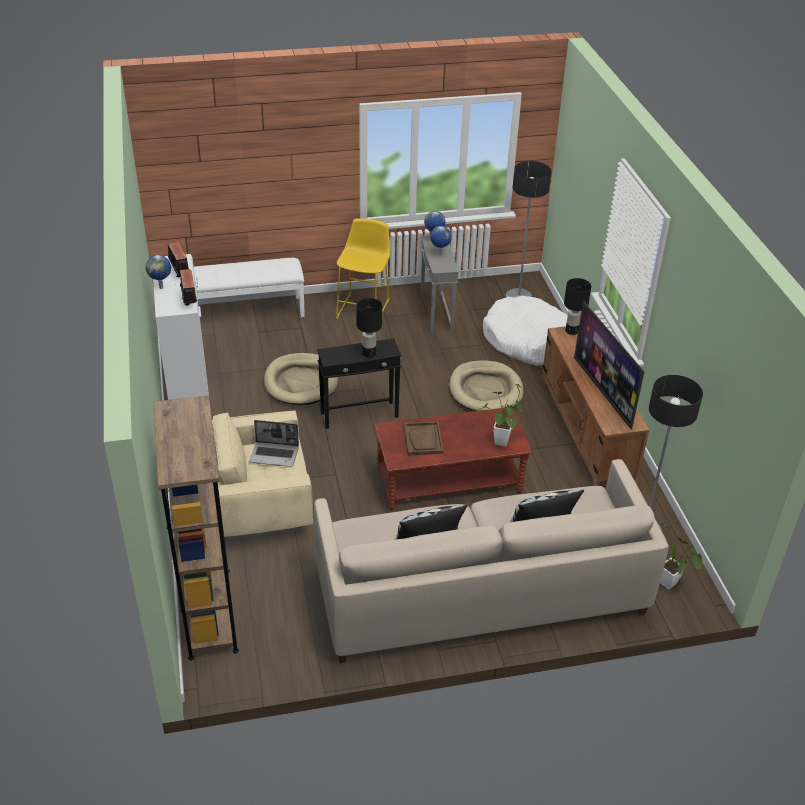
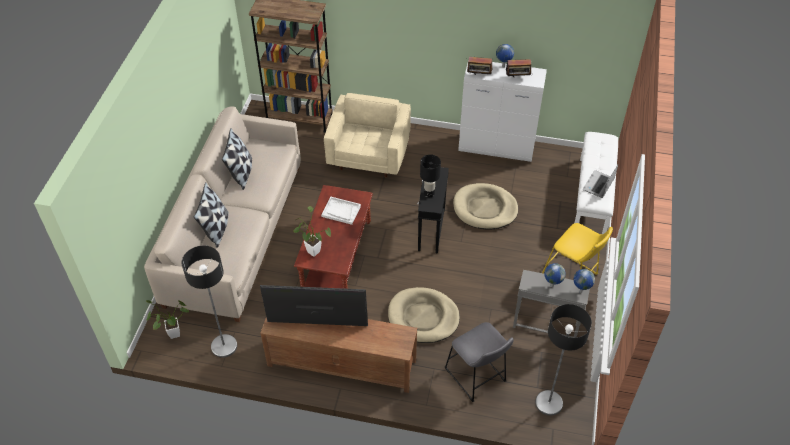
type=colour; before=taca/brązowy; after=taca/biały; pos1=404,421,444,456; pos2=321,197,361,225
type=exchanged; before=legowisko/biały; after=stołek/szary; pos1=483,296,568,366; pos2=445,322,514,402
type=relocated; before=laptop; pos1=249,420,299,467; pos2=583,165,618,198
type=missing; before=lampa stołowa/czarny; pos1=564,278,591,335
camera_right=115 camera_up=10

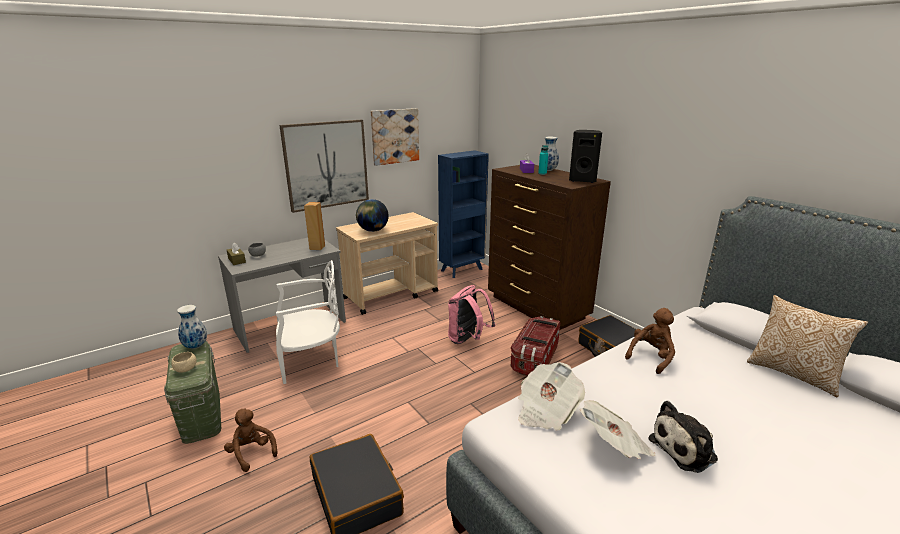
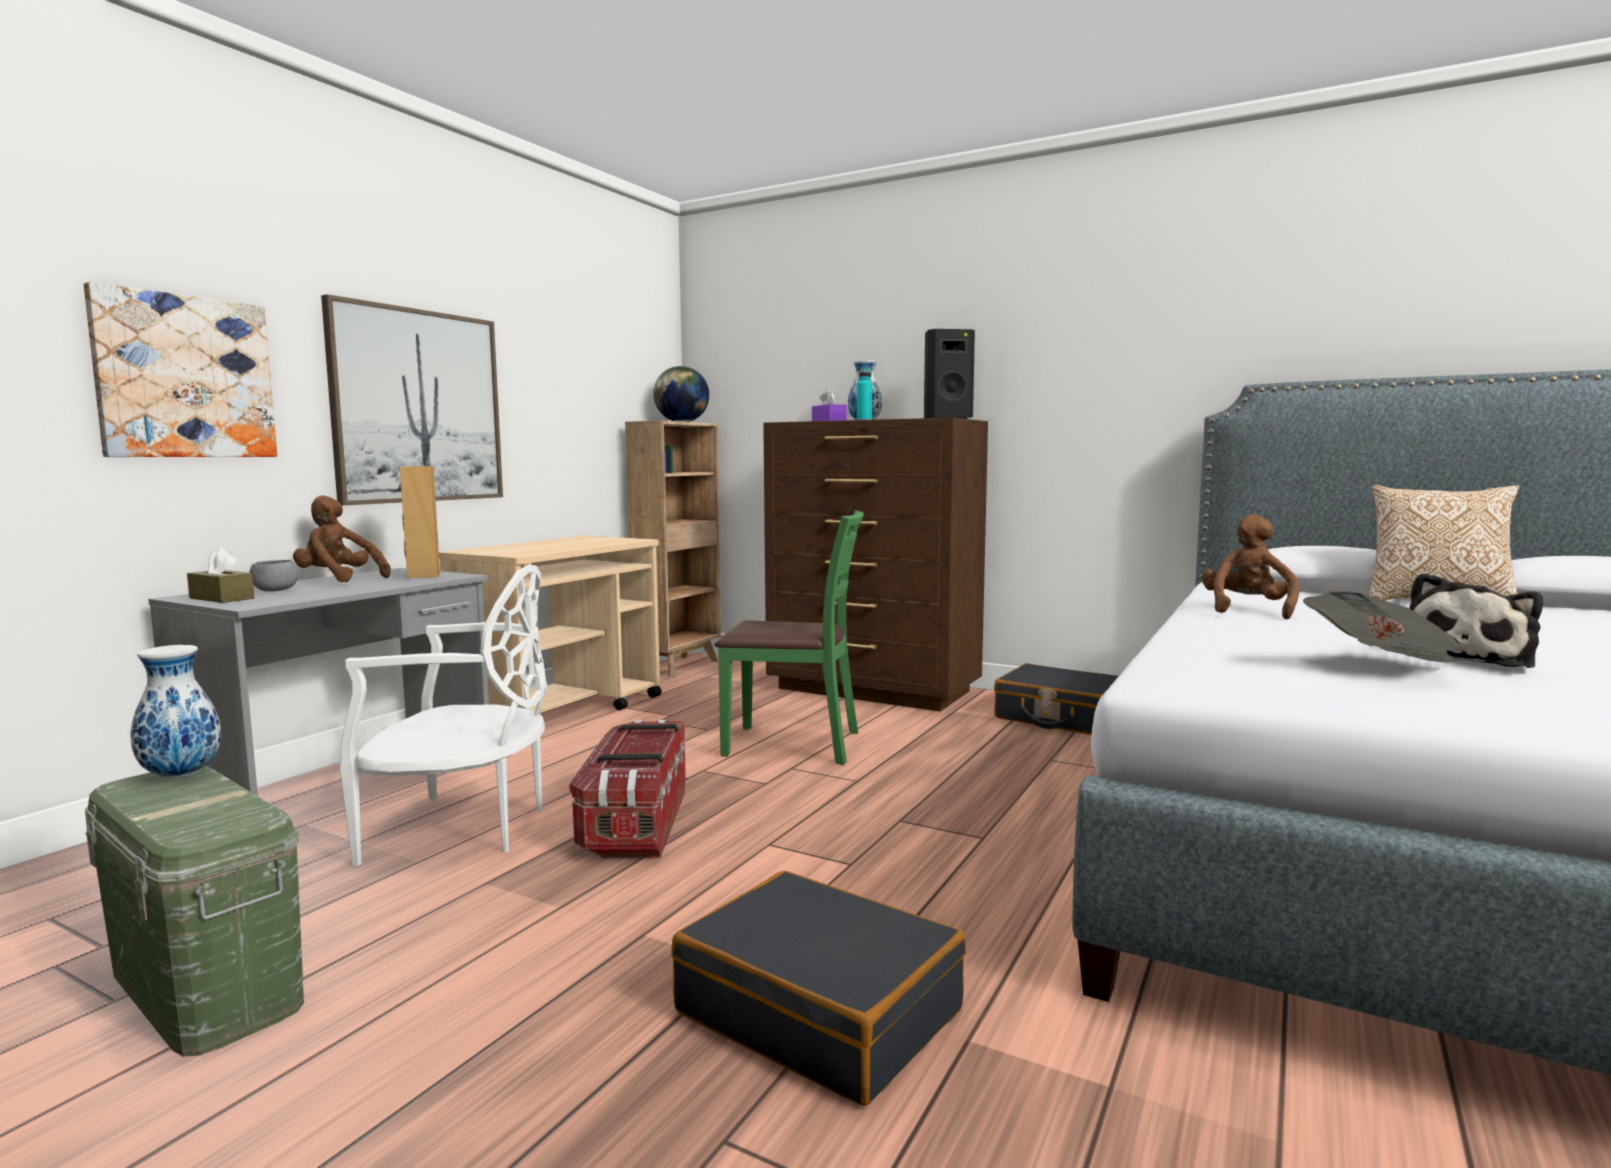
type=relocated; before=obraz; pos1=371,108,419,166; pos2=84,282,277,457
type=relocated; before=pluszak/brązowy; pos1=224,409,277,472; pos2=293,495,391,582
type=spun; before=krzesło/biały; pos1=276,260,340,384; pos2=340,565,547,866; turn=45
type=relocated; before=pojemnik do przechowywania; pos1=511,316,560,376; pos2=569,720,686,858
type=colour; before=regał/niebieski; after=regał/brązowy; pos1=438,150,489,278; pos2=625,421,721,677
type=relocated; before=globus; pos1=356,199,389,232; pos2=653,366,709,422
type=exchanged; before=plecak/różowy; after=krzesło/zielony; pos1=448,285,495,344; pos2=715,510,864,765
type=missing; before=miska/beżowy; pos1=171,352,197,372
type=missing; before=gazeta; pos1=518,362,585,431
camera_right=-25 camera_up=-15

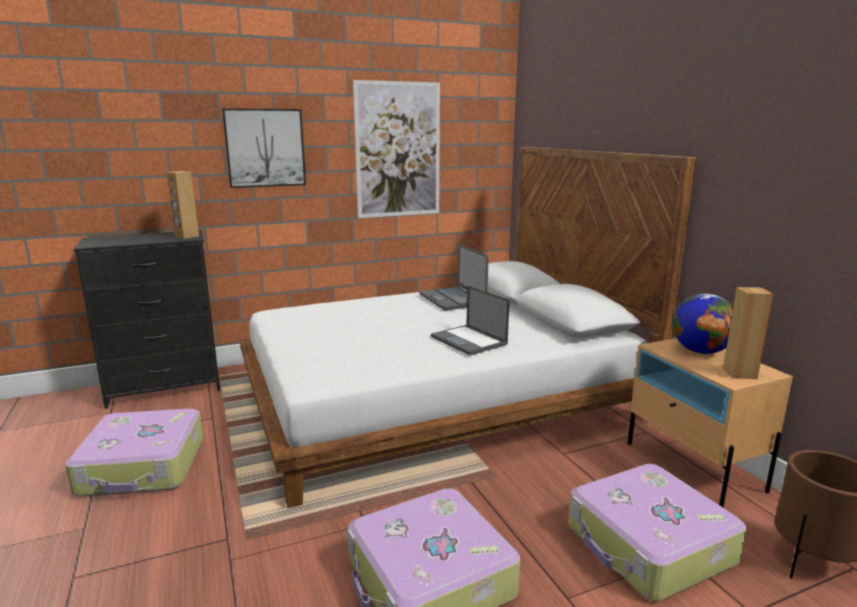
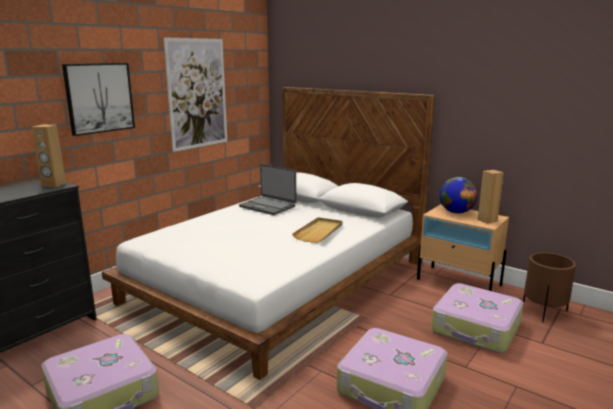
type=exchanged; before=laptop; after=taca/beżowy; pos1=431,286,510,356; pos2=292,217,342,243
camera_right=-30 camera_up=0

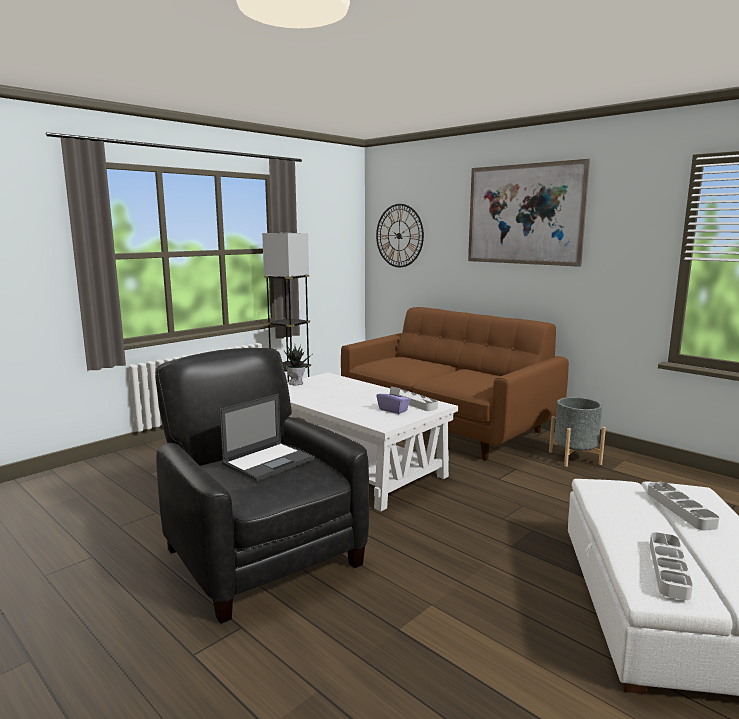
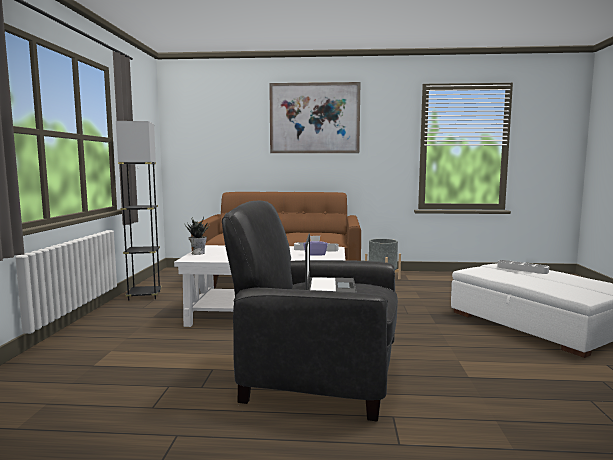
type=missing; before=zegar ścienny; pos1=376,204,424,267
type=missing; before=taca/szary; pos1=650,532,693,600
camera_right=-40 camera_up=-5

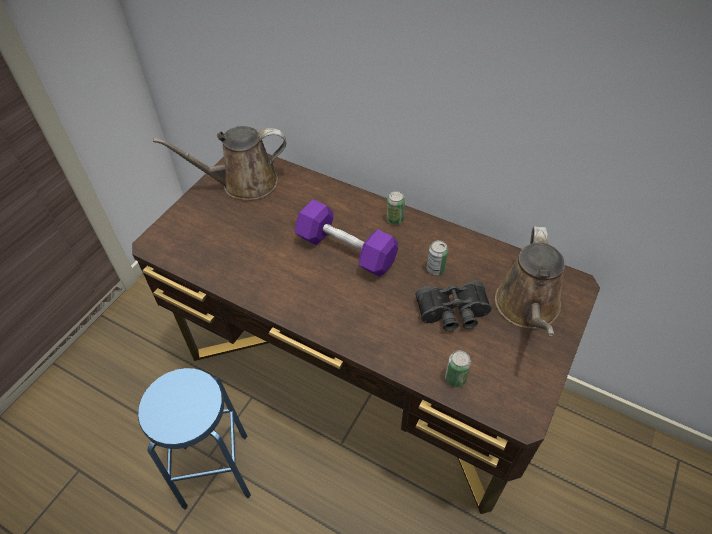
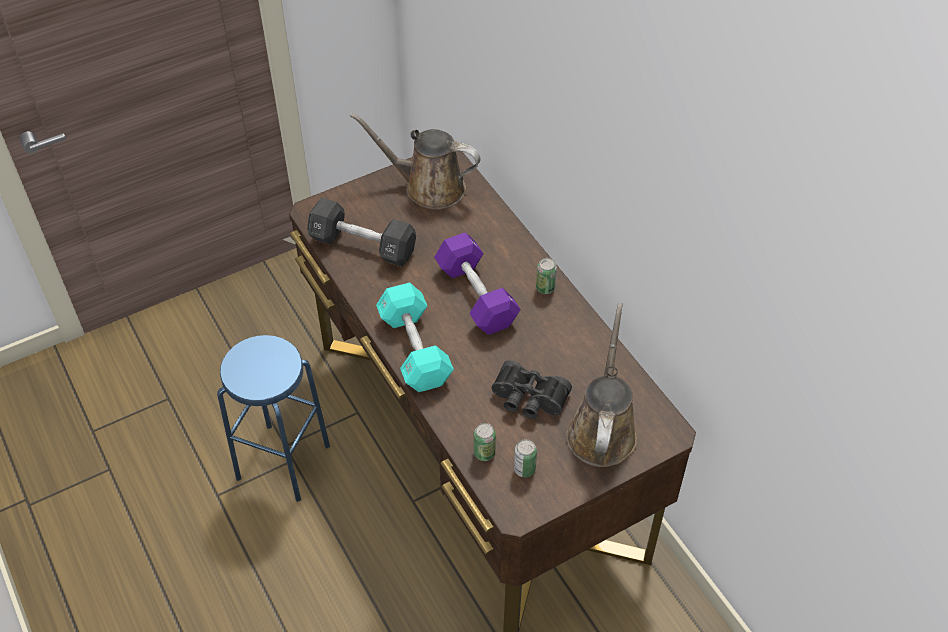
type=appeared; after=hantel/czarny; pos2=307,198,416,267
type=appeared; after=hantel/turkusowy; pos2=376,283,454,392
type=relocated; before=puszka; pos1=427,240,448,275; pos2=514,439,537,477
type=spun; before=konewka/brązowy; pos1=495,226,565,337; pos2=566,303,637,467; turn=150
camera_right=30 camera_up=0

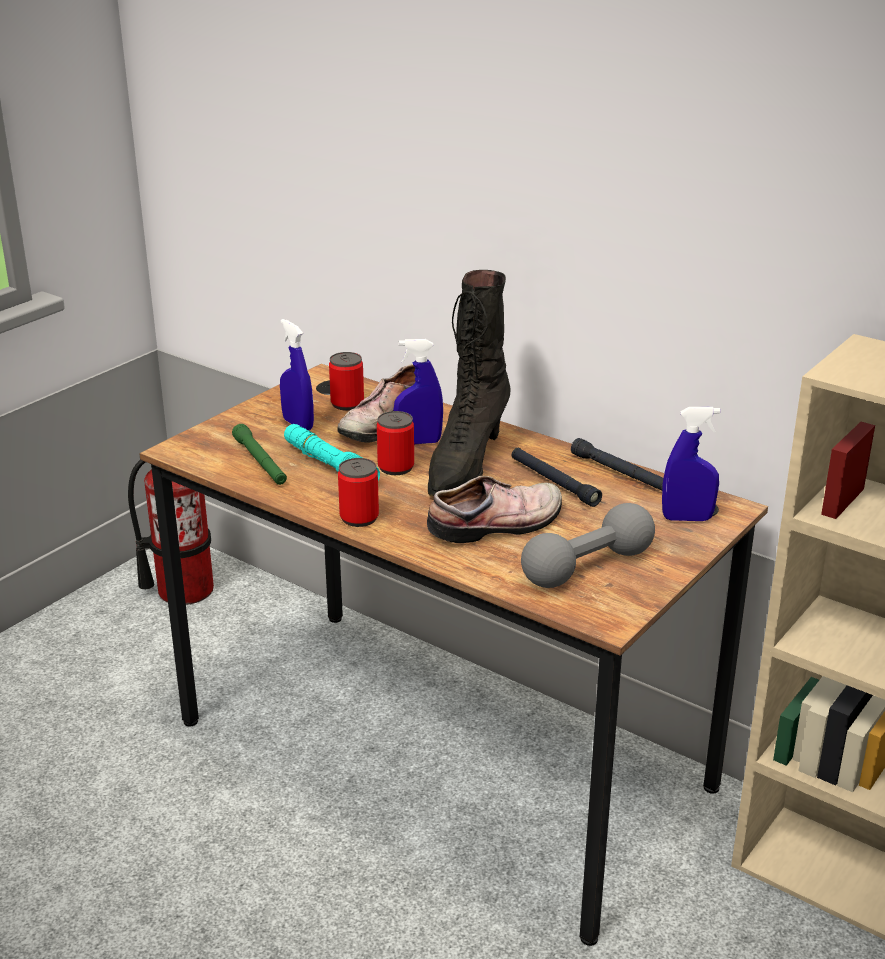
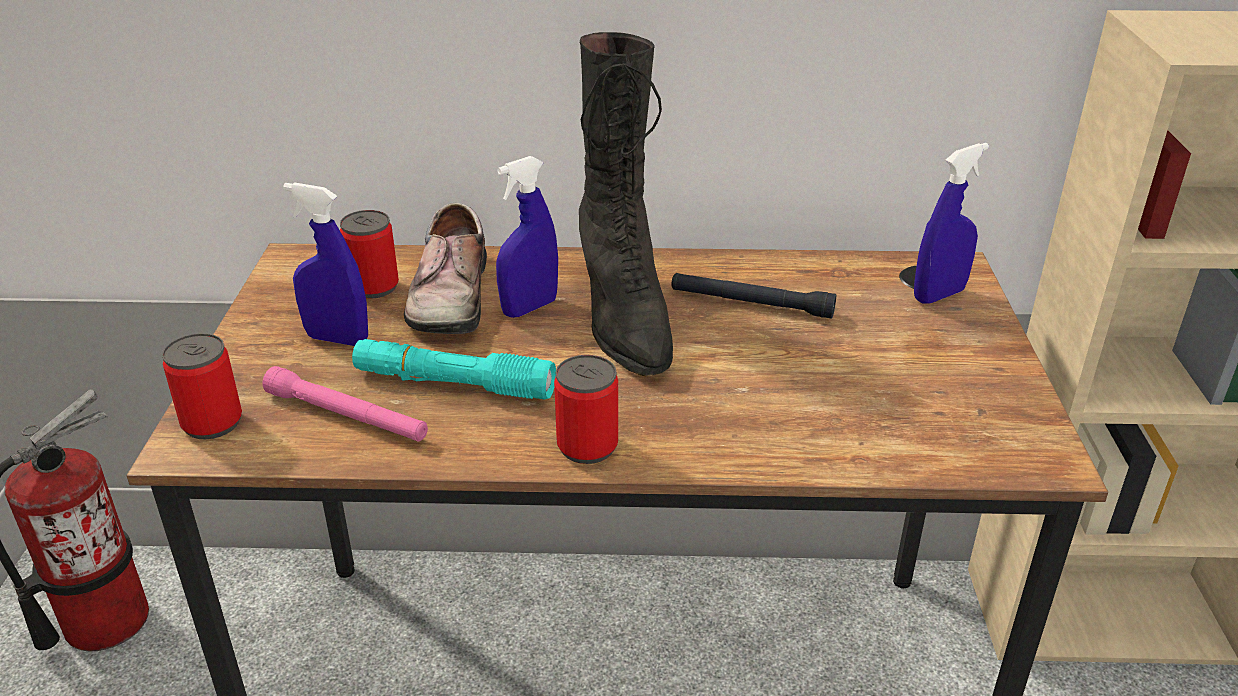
type=relocated; before=puszka; pos1=377,411,414,475; pos2=162,333,242,439
type=colour; before=latarka/zielony; after=latarka/różowy; pos1=232,424,287,485; pos2=262,366,428,441
type=missing; before=but; pos1=427,476,562,543
type=missing; before=hantel/szary; pos1=521,503,655,588
type=missing; before=latarka/czarny; pos1=571,438,663,491
camera_right=-35 camera_up=5

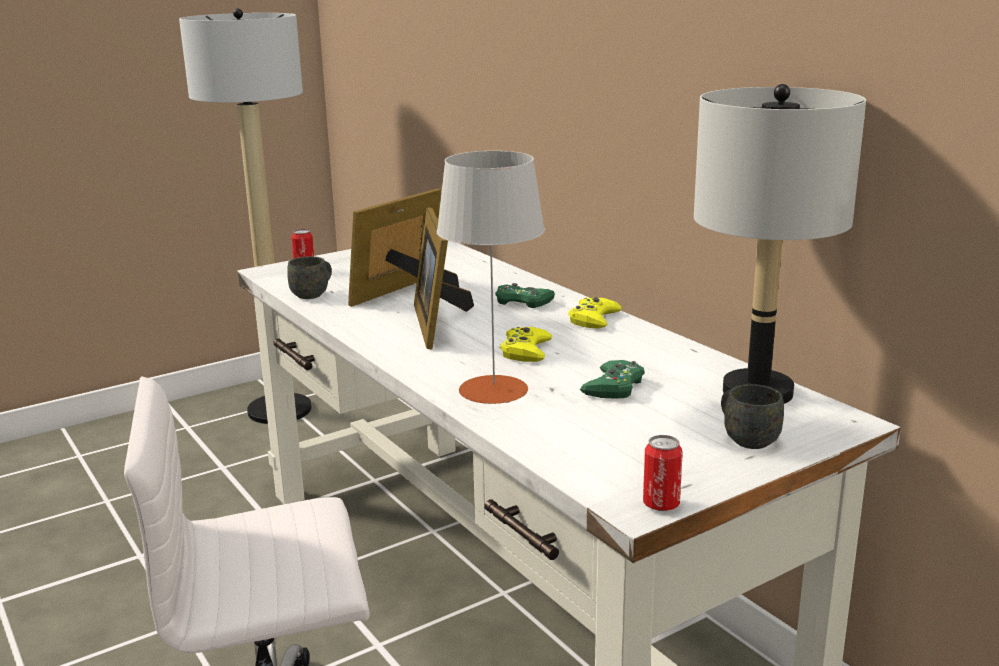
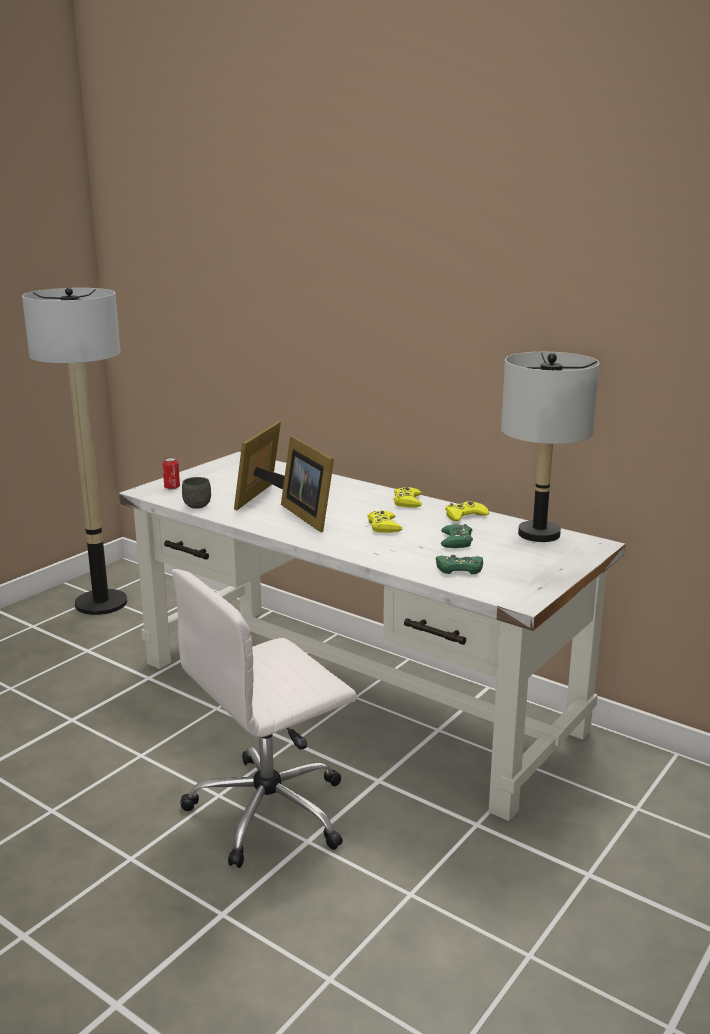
type=relocated; before=pad do gier/zielony; pos1=495,283,555,308; pos2=436,555,483,574
type=appeared; after=pad do gier/żółty; pos2=445,501,489,521
type=missing; before=lampa stołowa/szary; pos1=437,151,545,404
type=missing; before=puszka; pos1=643,435,683,511
type=missing; before=kubek/szary; pos1=721,384,784,449
camera_right=-20 camera_up=0

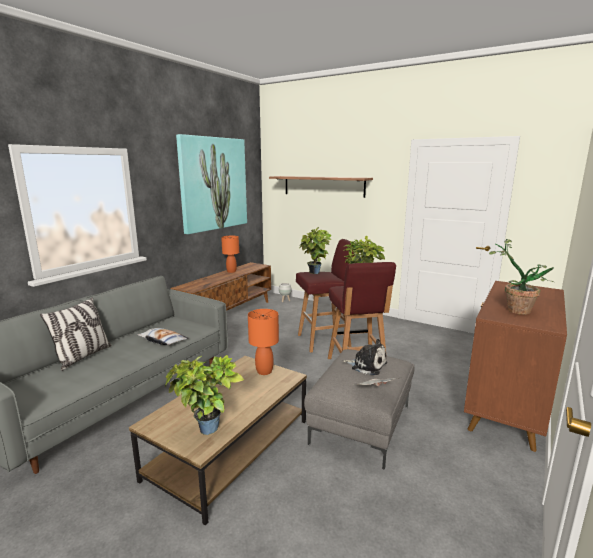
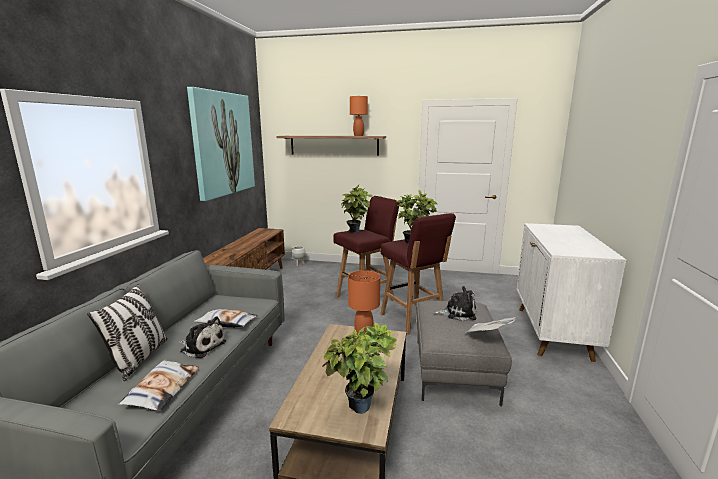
type=appeared; after=poduszka; pos2=118,360,199,411
type=appeared; after=pluszak; pos2=179,317,226,358
type=relocated; before=lampa stołowa/pomarańczowy; pos1=221,236,239,273; pos2=350,96,368,136
type=colour; before=szafka/brązowy; after=szafka/biały; pos1=464,281,567,452; pos2=517,223,626,362
type=missing; before=roślina doniczkowa; pos1=489,239,555,315
camera_right=-20 camera_up=0

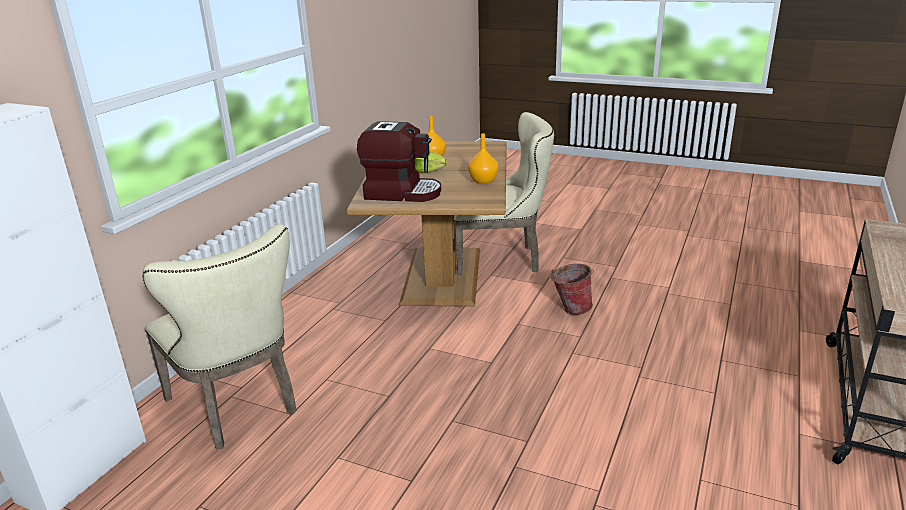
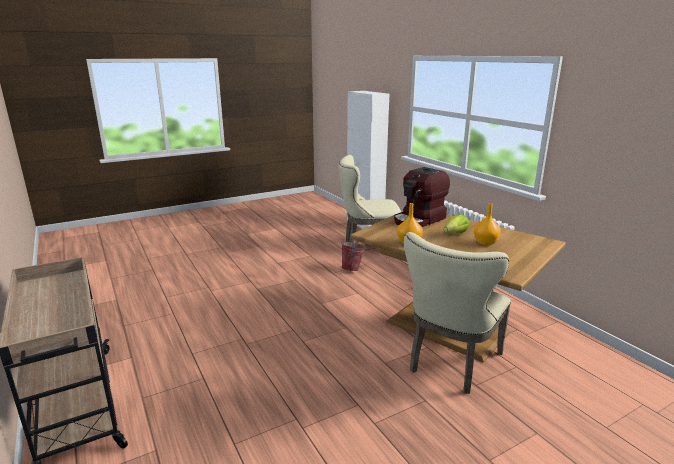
type=relocated; before=wiadro; pos1=551,264,594,315; pos2=341,242,367,271
camera_right=125 camera_up=-5

